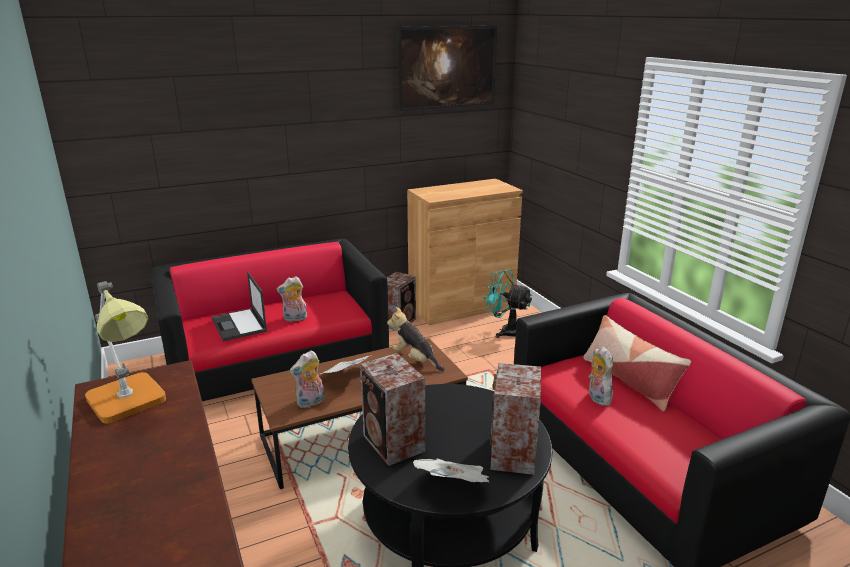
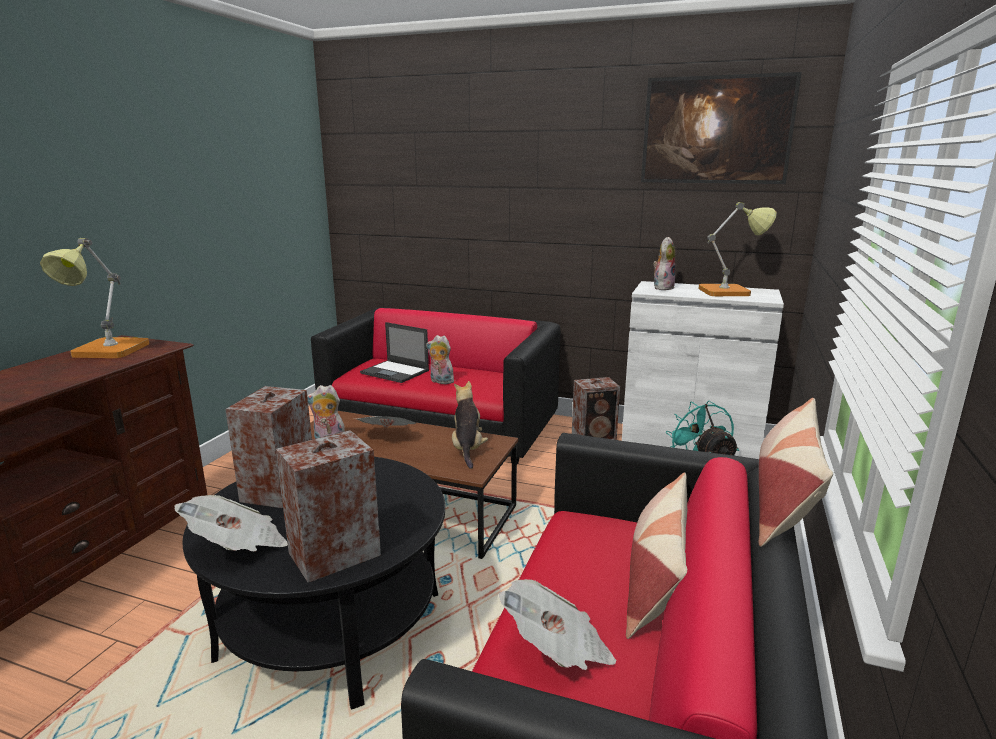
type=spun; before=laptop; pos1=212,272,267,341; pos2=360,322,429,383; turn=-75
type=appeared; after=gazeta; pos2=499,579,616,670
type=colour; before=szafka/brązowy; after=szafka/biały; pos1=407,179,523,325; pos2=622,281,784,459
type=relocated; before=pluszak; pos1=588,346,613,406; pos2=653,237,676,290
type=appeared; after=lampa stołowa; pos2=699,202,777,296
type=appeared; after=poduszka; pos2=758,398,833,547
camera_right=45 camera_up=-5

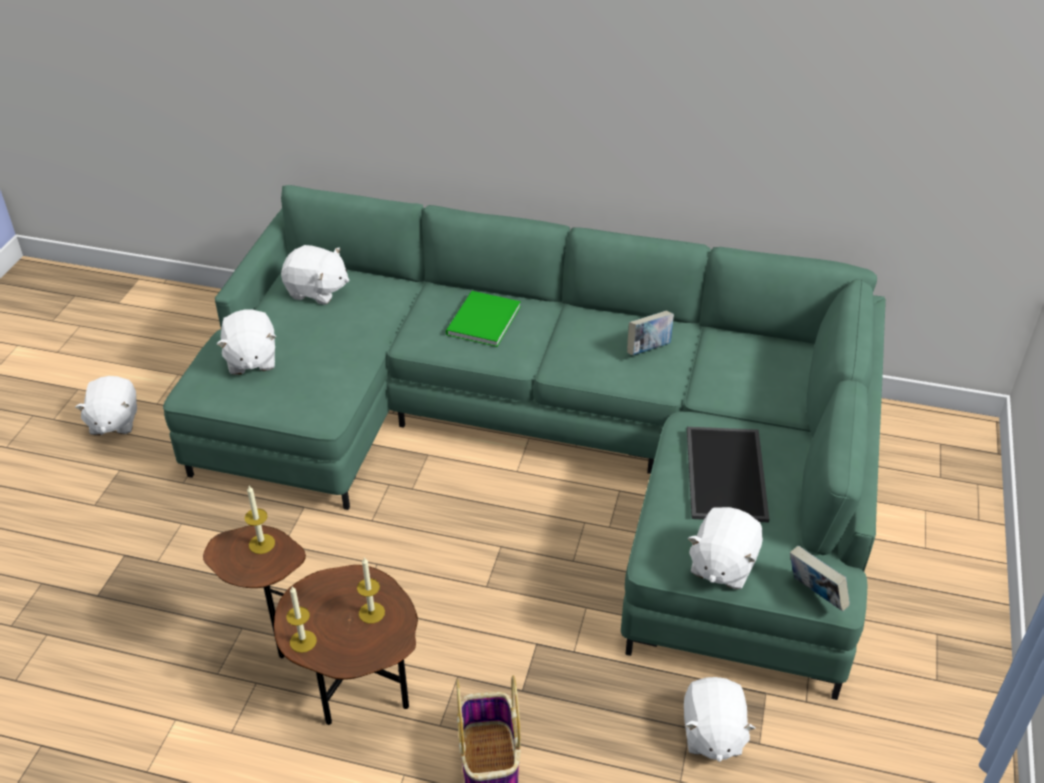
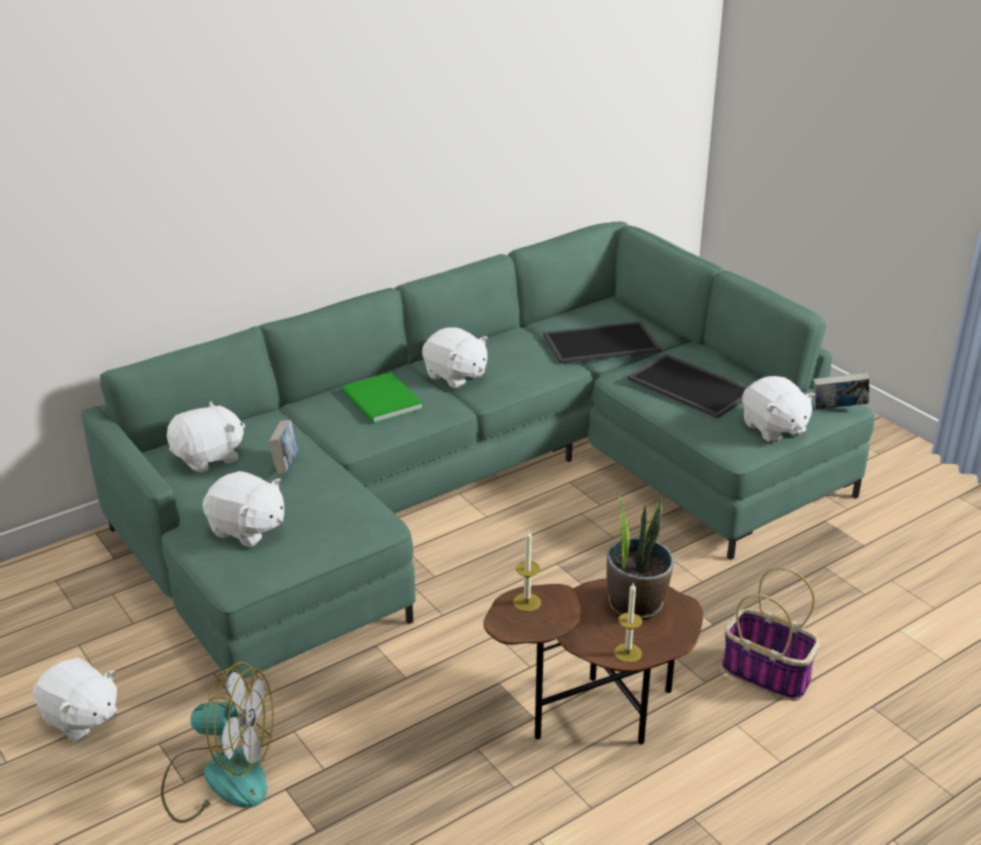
type=appeared; after=wentylator; pos2=161,662,273,823
type=relocated; before=książka; pos1=627,311,674,355; pos2=268,419,298,475
type=relocated; before=pluszak/biały; pos1=684,677,756,762; pos2=422,327,488,389
type=appeared; after=taca; pos2=544,321,661,364
type=exchanged; before=świeca; after=roślina doniczkowa; pos1=357,557,385,624; pos2=606,494,674,620
camera_right=-50 camera_up=-10

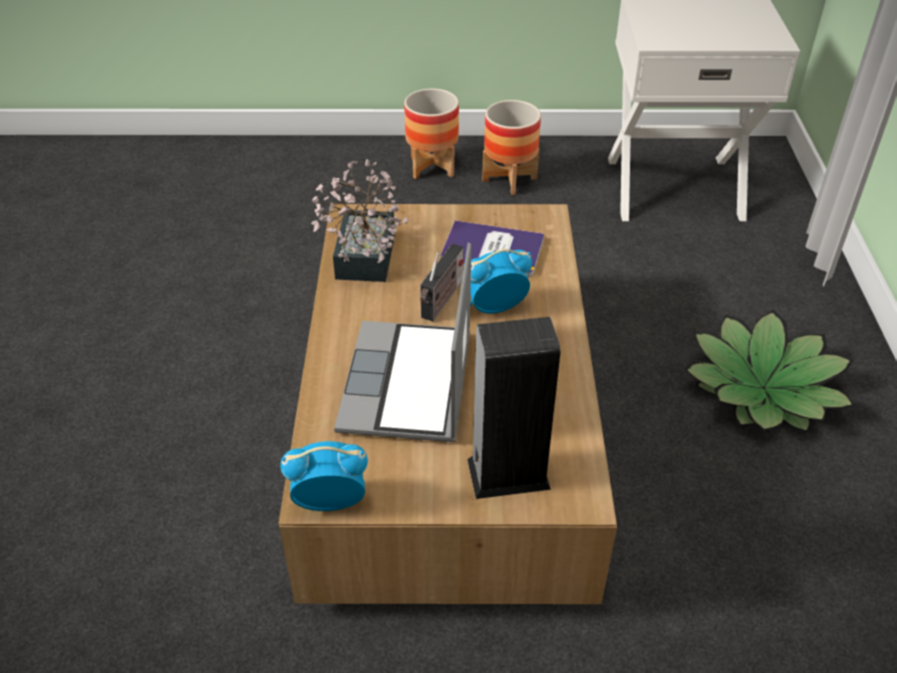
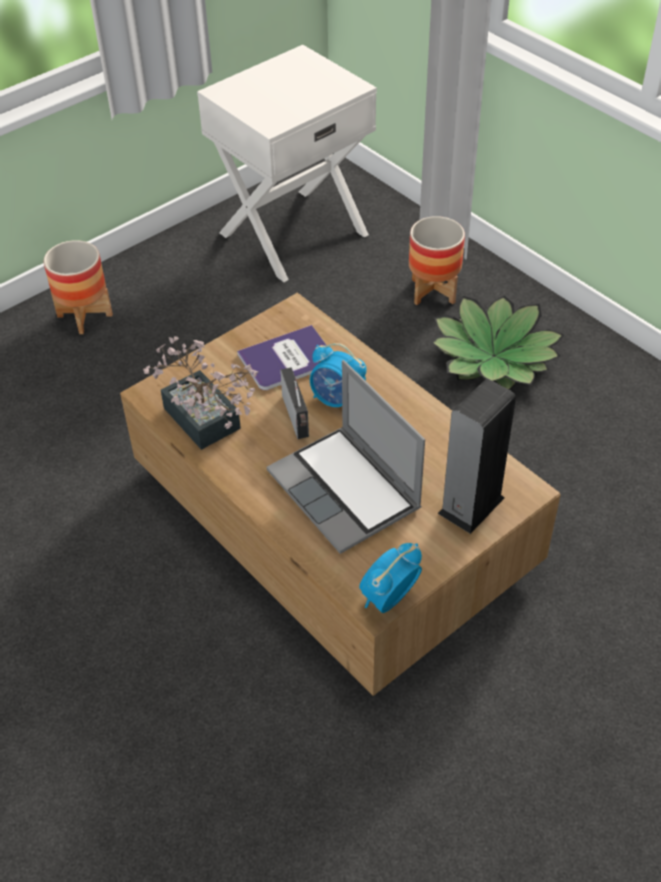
type=spun; before=budzik; pos1=470,249,532,314; pos2=310,343,367,407; turn=-90
type=relocated; before=donica; pos1=482,100,541,195; pos2=409,216,465,305
camera_right=-40 camera_up=5

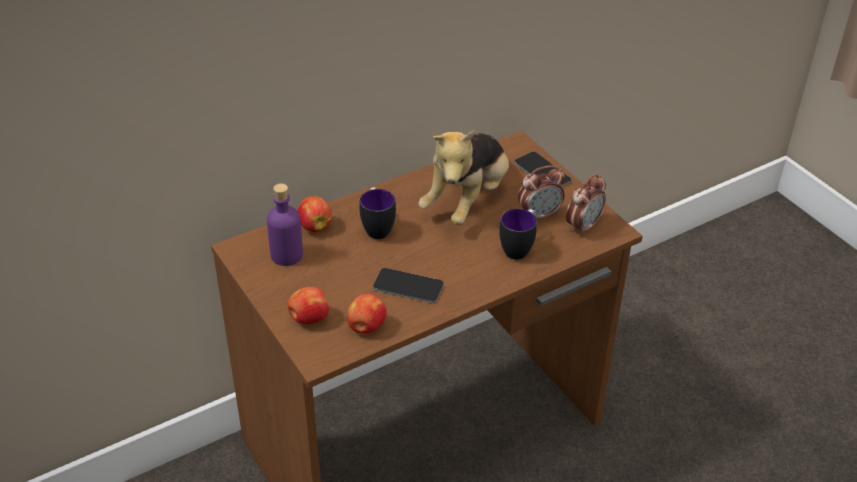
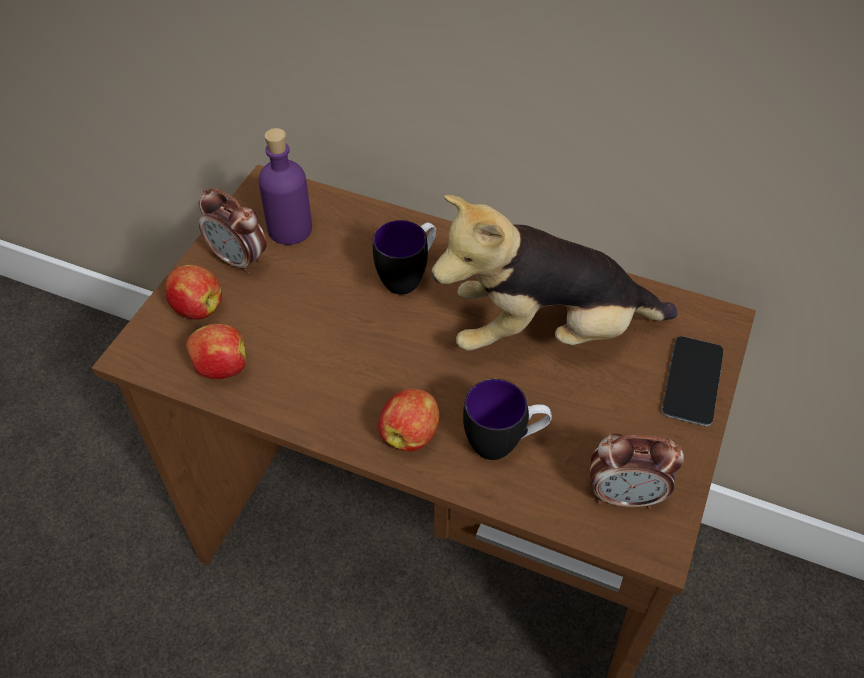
type=relocated; before=budzik; pos1=518,166,565,219; pos2=198,188,267,274
type=relocated; before=jabłko; pos1=298,196,332,232; pos2=378,389,439,452
type=missing; before=telefon; pos1=373,268,444,303
camera_right=55 camera_up=10

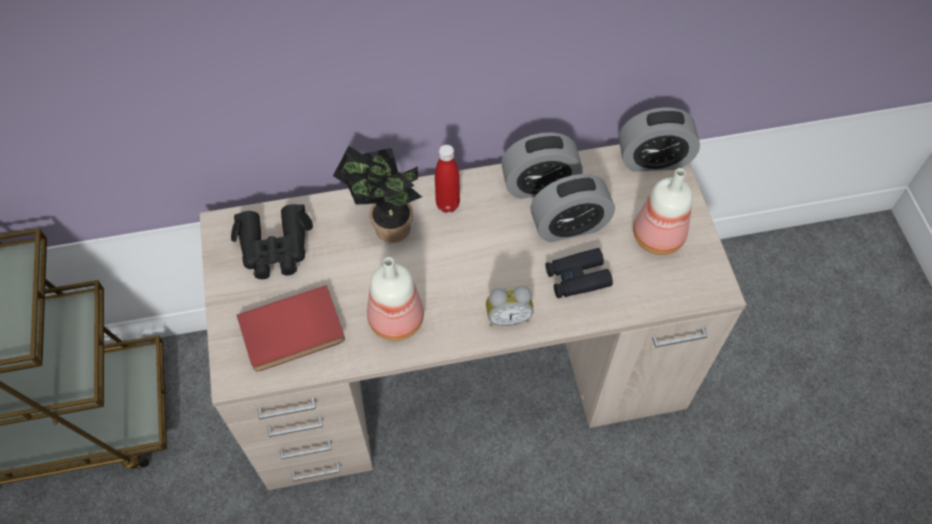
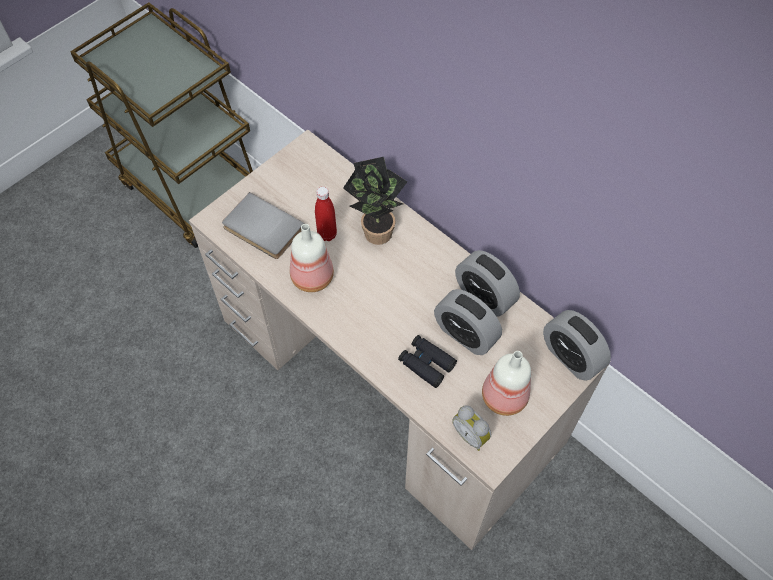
type=colour; before=książka/czerwony; after=książka/szary; pos1=237,285,345,372; pos2=222,192,305,259
type=relocated; before=butelka/czerwony; pos1=435,144,460,213; pos2=315,186,337,241
type=relocated; before=budzik; pos1=486,286,534,326; pos2=452,406,491,451
type=missing; before=lornetka/czarny; pos1=231,204,313,279
camera_right=55 camera_up=0

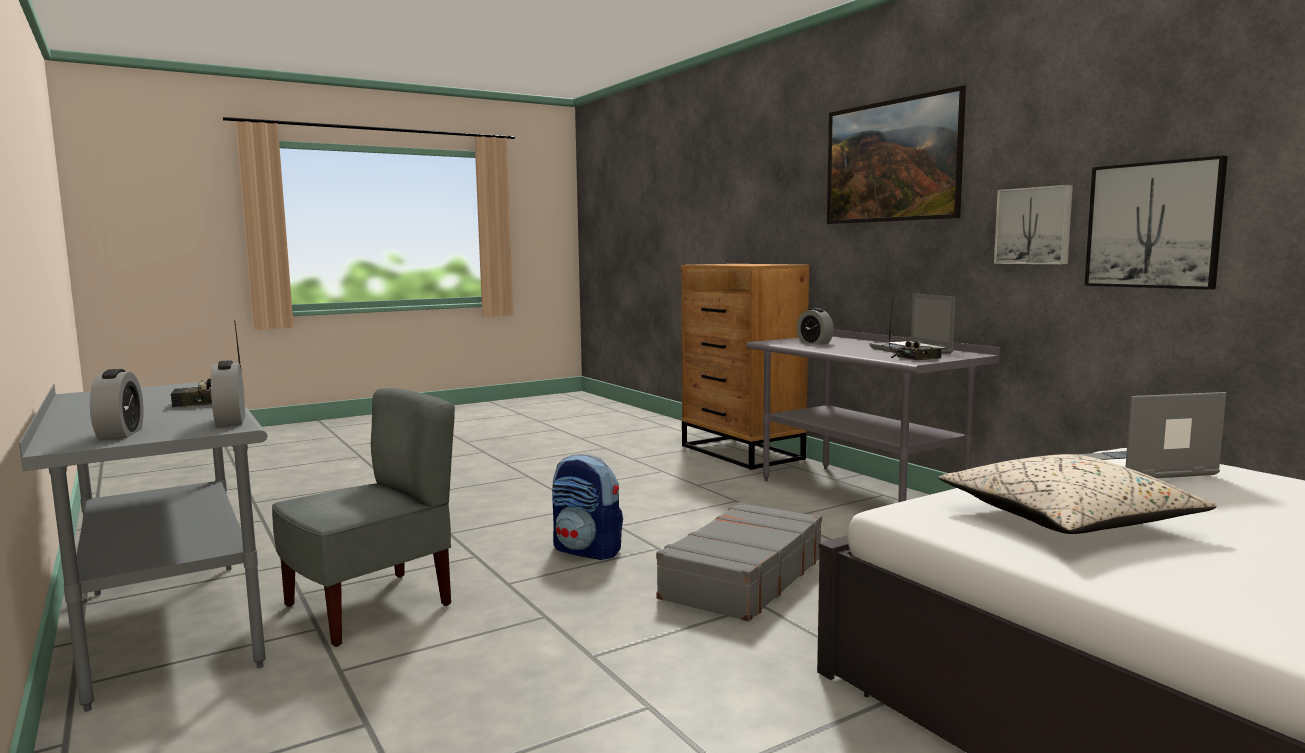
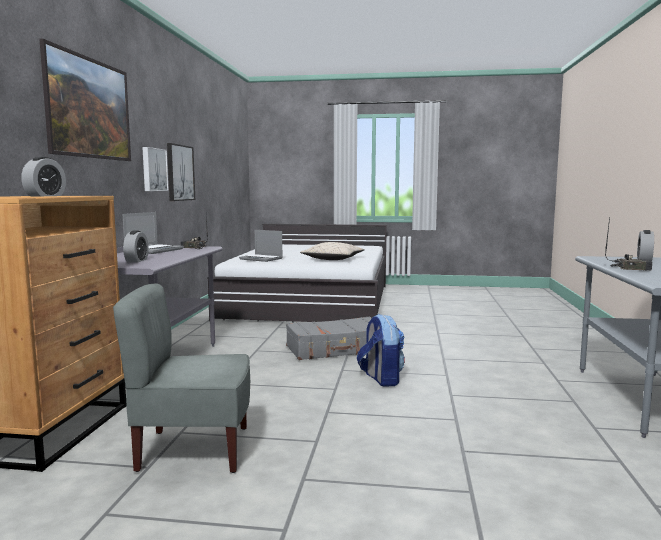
type=relocated; before=budzik; pos1=211,360,245,427; pos2=21,157,66,196
type=relocated; before=krzesło/szary; pos1=272,388,455,647; pos2=113,284,250,473
camera_right=-140 camera_up=0

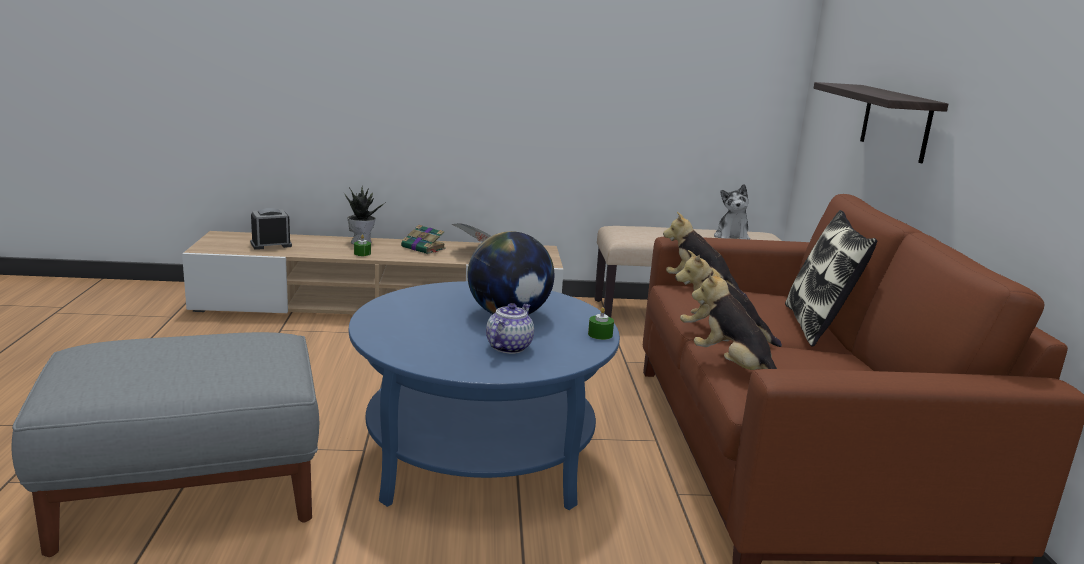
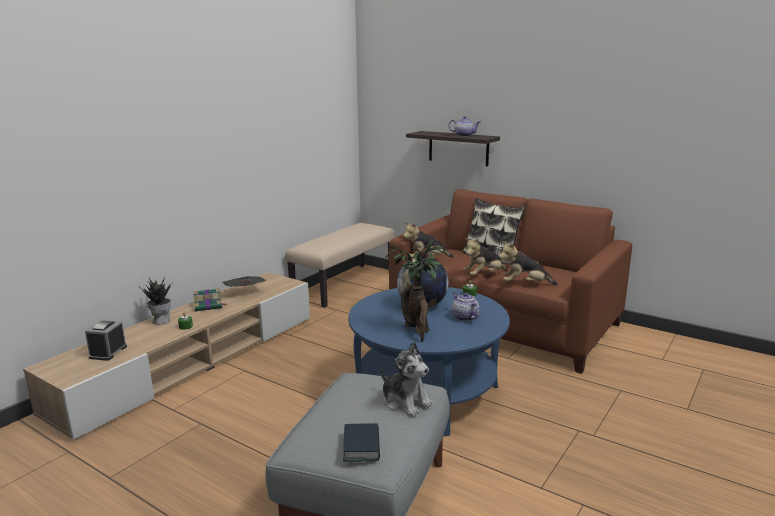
type=appeared; after=książka; pos2=343,423,380,462
type=relocated; before=pluszak; pos1=714,184,750,240; pos2=380,342,433,417
type=appeared; after=roślina doniczkowa; pos2=385,241,443,342
type=appeared; after=imbryk; pos2=448,116,480,136
camera_right=-50 camera_up=0

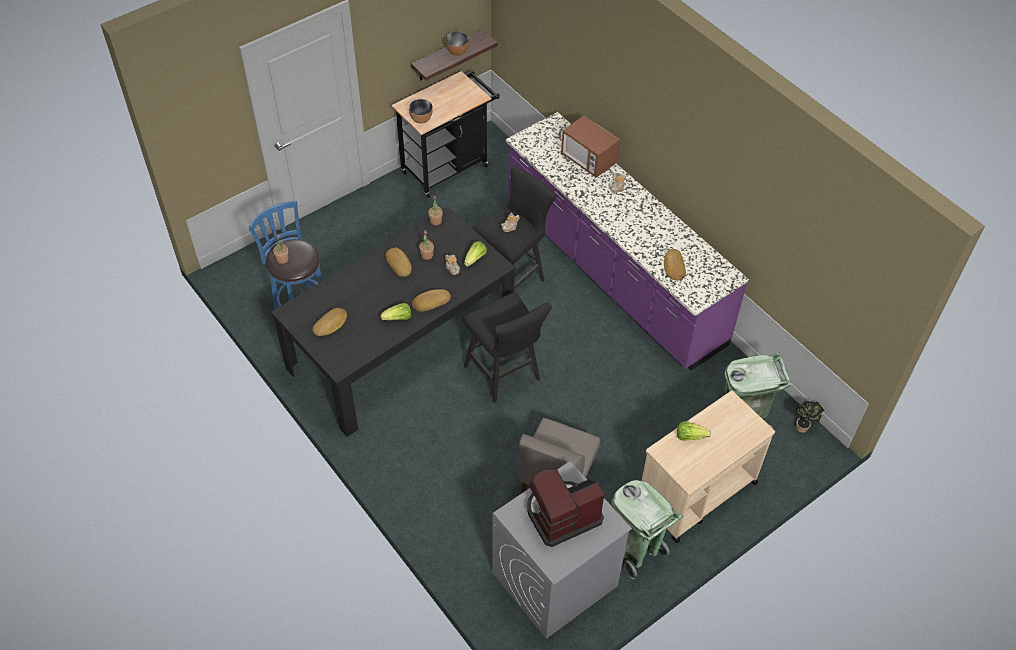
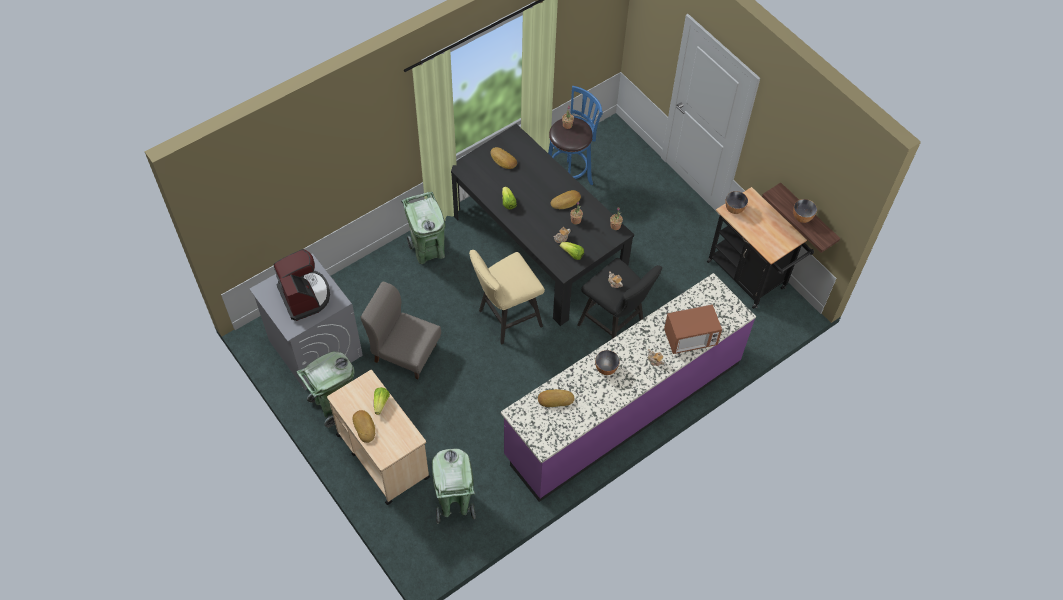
type=relocated; before=chleb; pos1=412,289,451,312; pos2=352,410,375,443
type=appeared; after=kosz na śmieci/zielony; pos2=401,192,446,264
type=colour; before=stołek/czarny; after=stołek/beżowy; pos1=463,293,552,403; pos2=469,250,545,344
type=appeared; after=miska; pos2=595,350,620,375
type=spun; before=mikrofalówka; pos1=561,115,620,178; pos2=664,304,722,354; turn=-150
type=missing; before=roślina doniczkowa; pos1=795,401,825,433
camera_right=90 camera_up=5

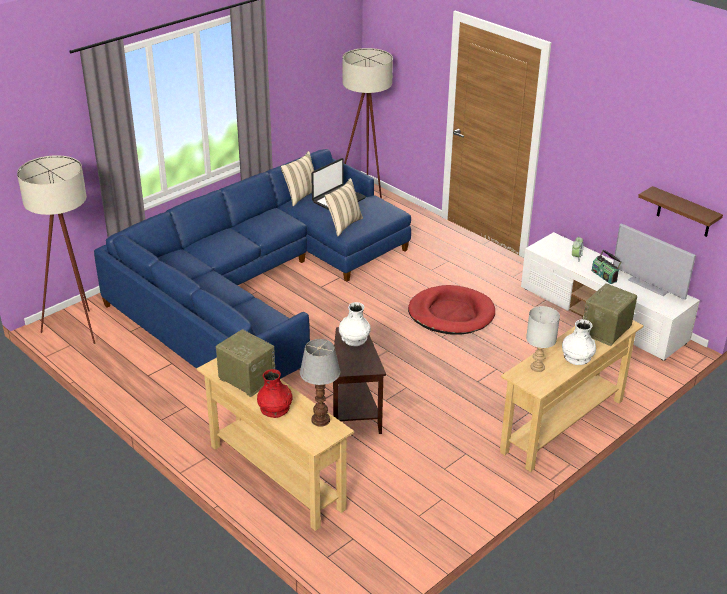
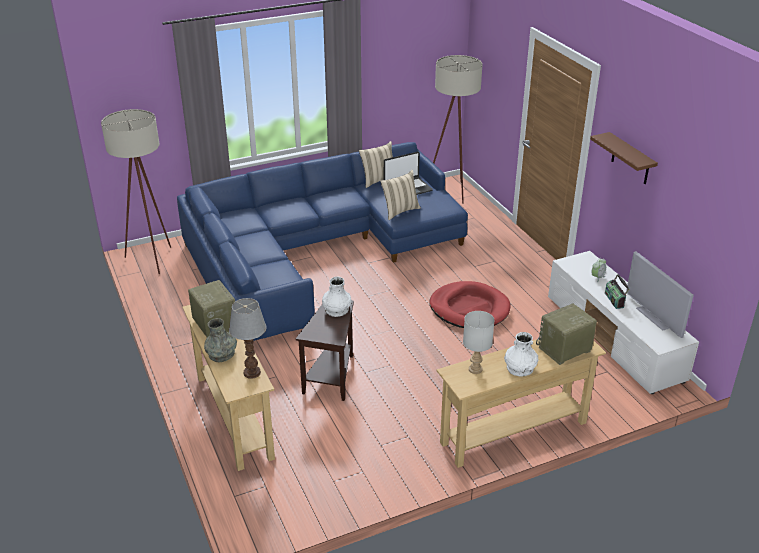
type=colour; before=wazon/czerwony; after=wazon/szary; pos1=257,369,293,418; pos2=204,318,237,362
type=relocated; before=półka/brązowy; pos1=638,186,723,237; pos2=590,132,658,184
camera_right=20 camera_up=0

